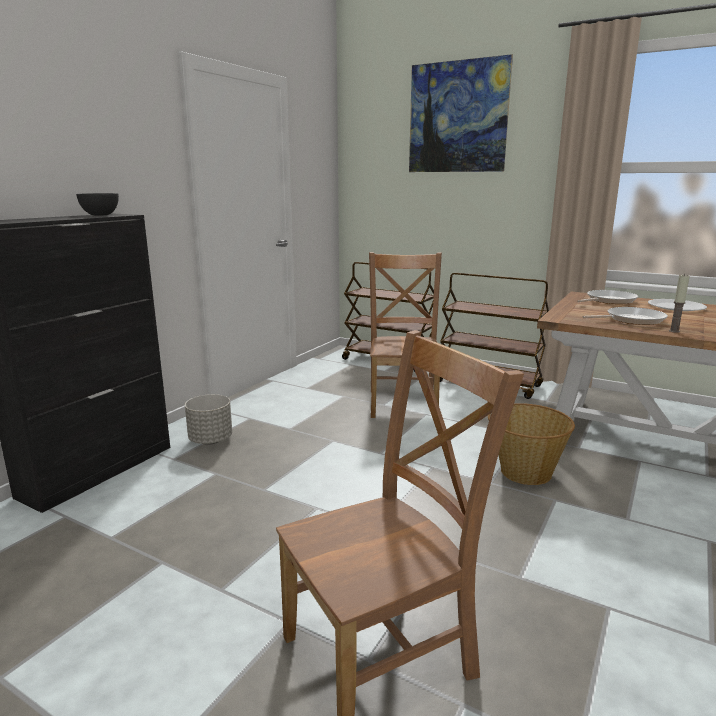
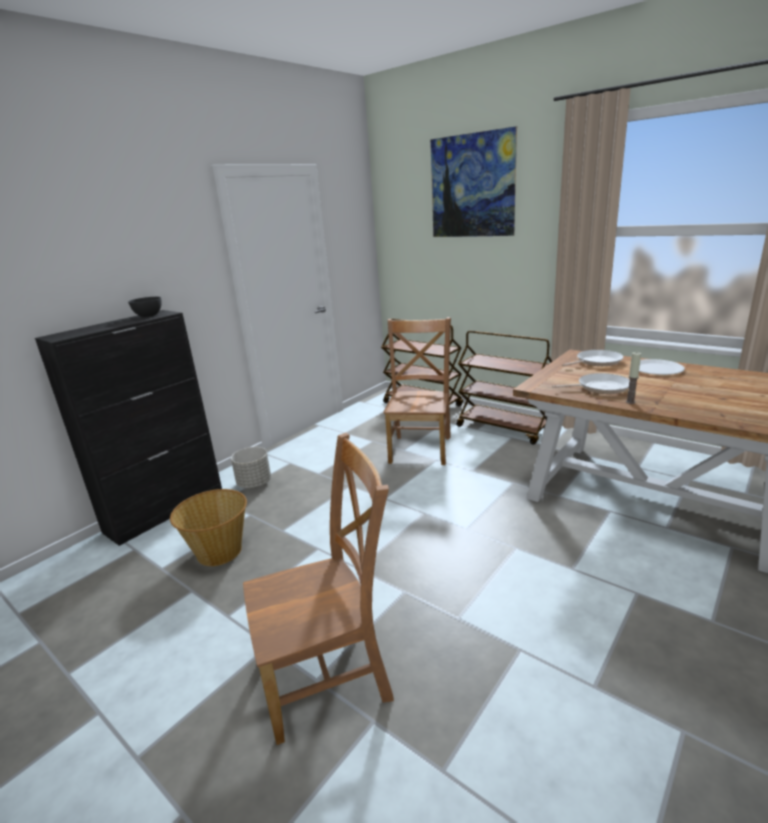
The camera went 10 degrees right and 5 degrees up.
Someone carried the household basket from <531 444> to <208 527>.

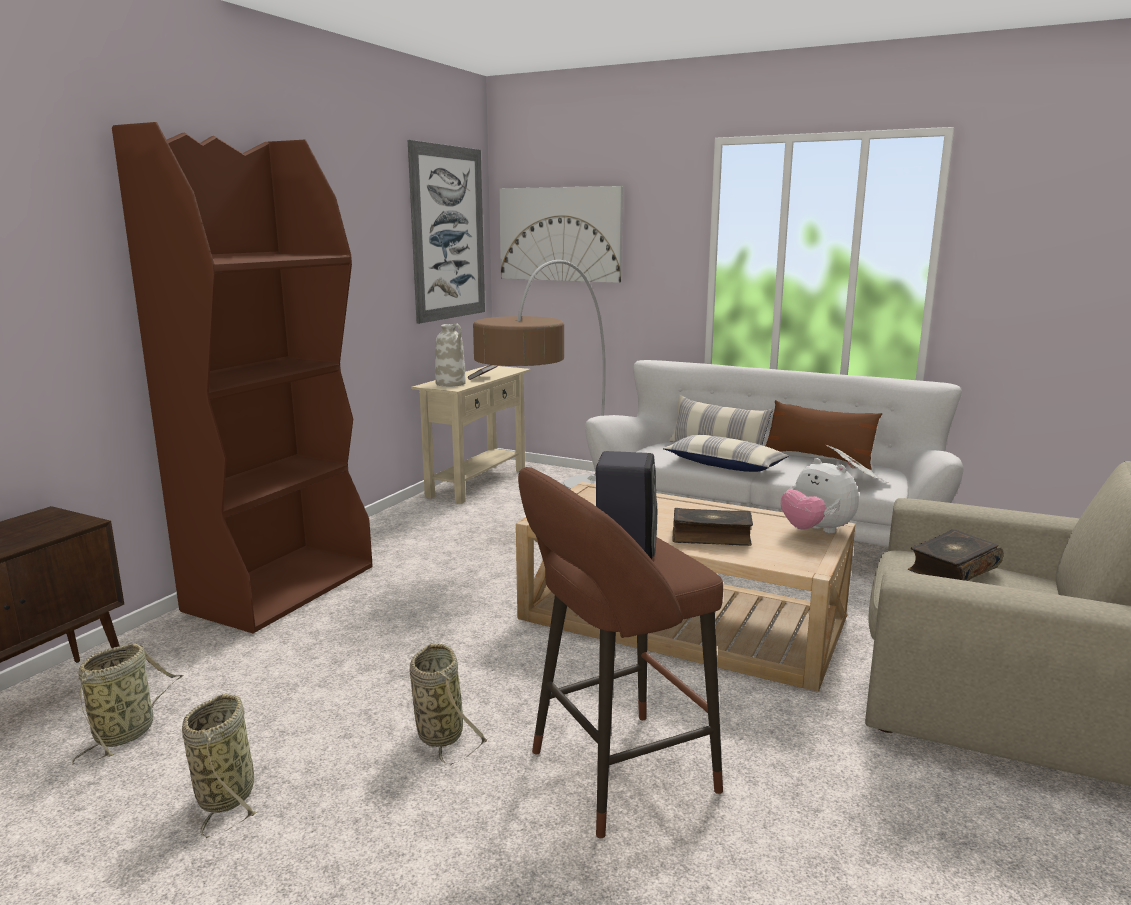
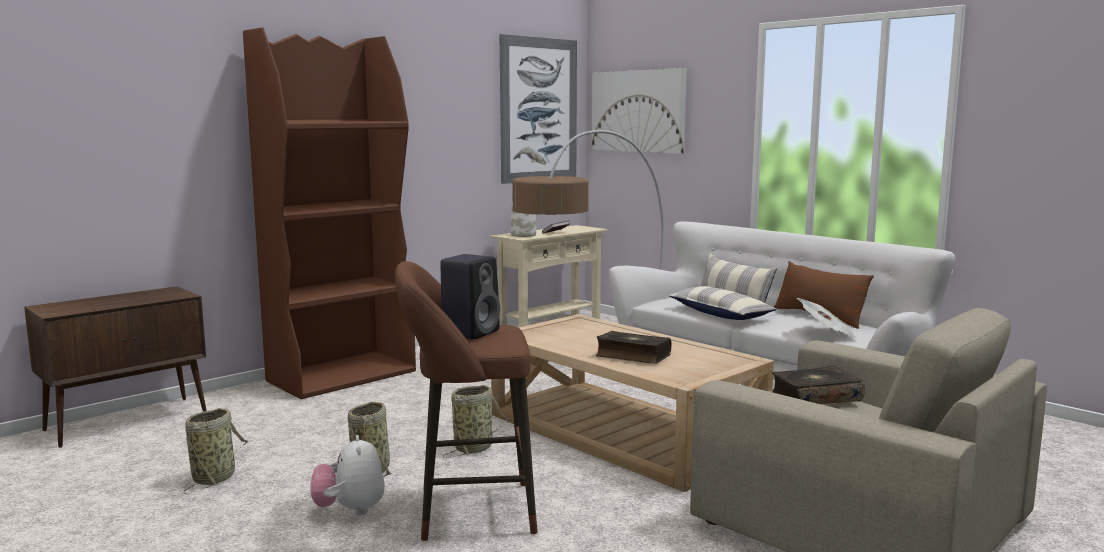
The camera went 20 degrees right and 5 degrees down.
Someone carried the cuddly toy from <820 496> to <347 475>.
Someone carried the household basket from <128 704> to <477 421>.

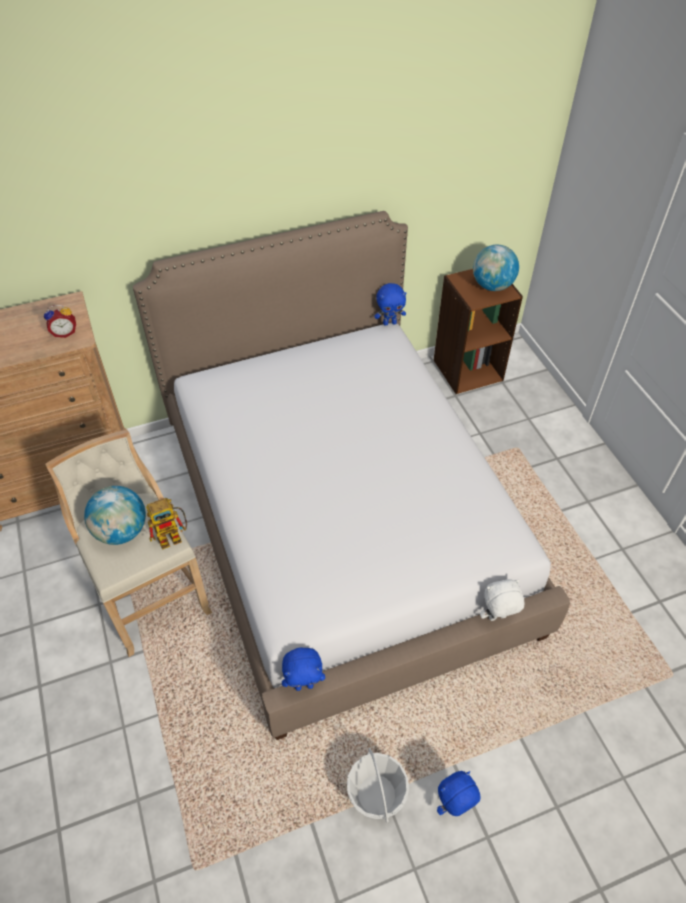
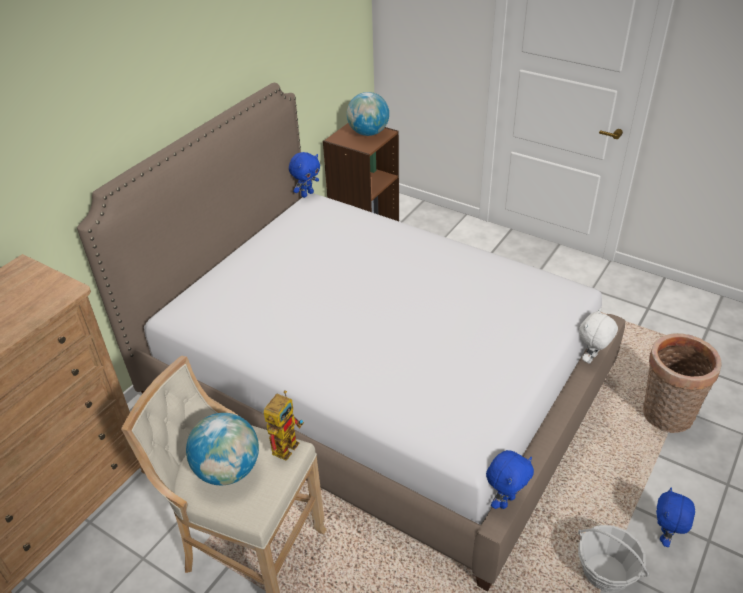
The camera went 35 degrees left and 10 degrees down.
Someone put down the household basket at <682 383>.
Someone took away the alarm clock at <60 321>.

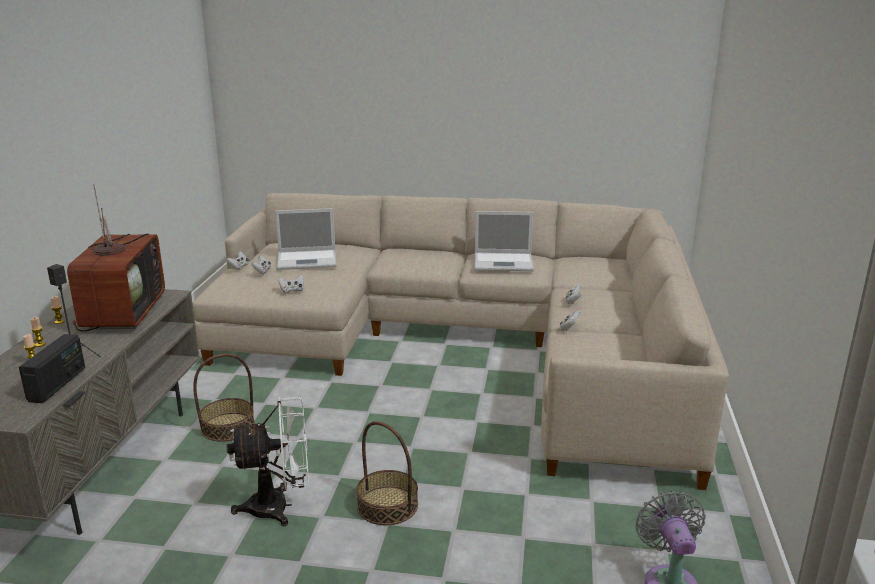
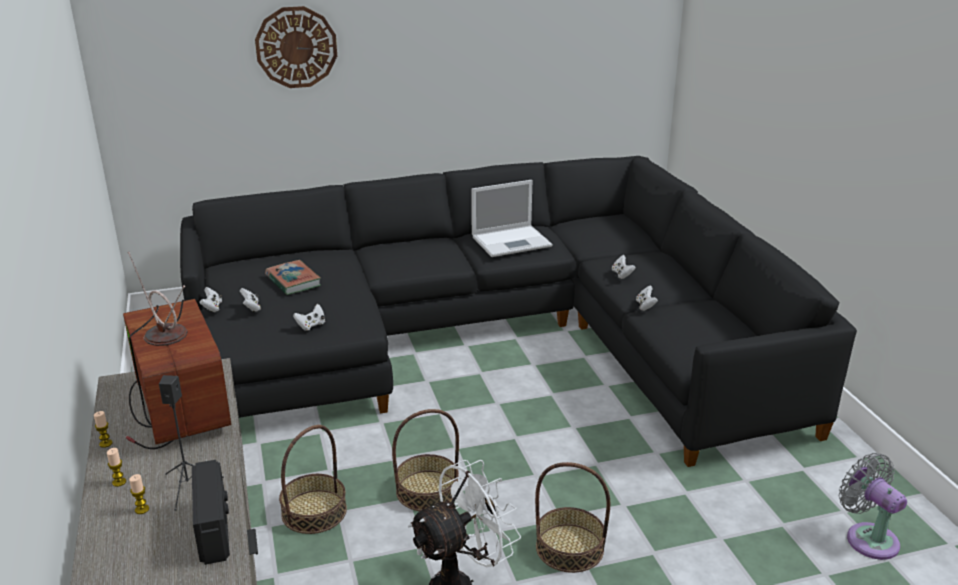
The camera went 25 degrees left and 5 degrees up.
Someone repainted the couch in beige-coloured at <461 341>, which became the couch in blackish at <518 311>.
Someone put up the clock on the wall at <296 47>.
Someone swapped the portable computer at <305 239> for the volume at <293 277>.
Someone put down the household basket at <425 460>.

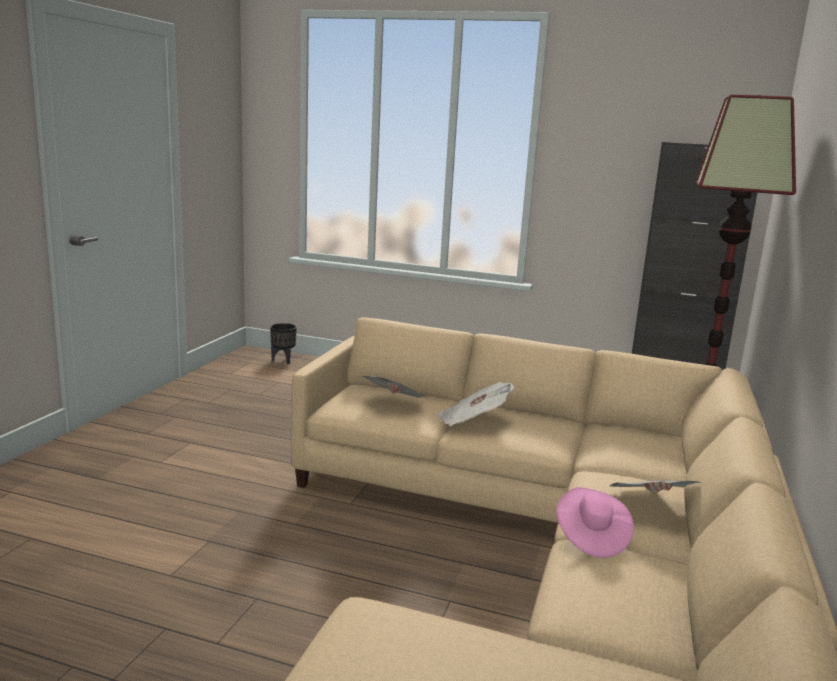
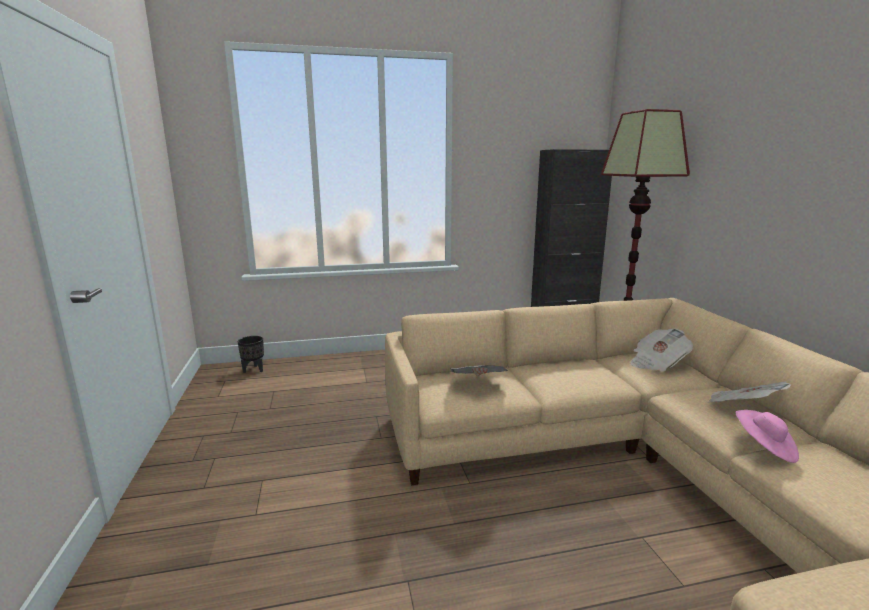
The camera went 30 degrees left and 0 degrees up.
Someone carried the newspaper from <476 404> to <661 350>.

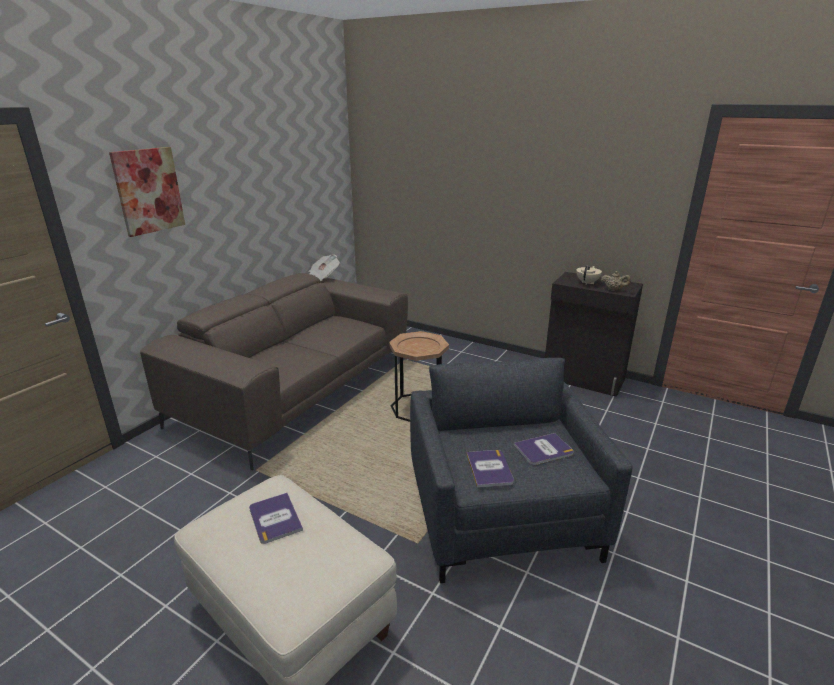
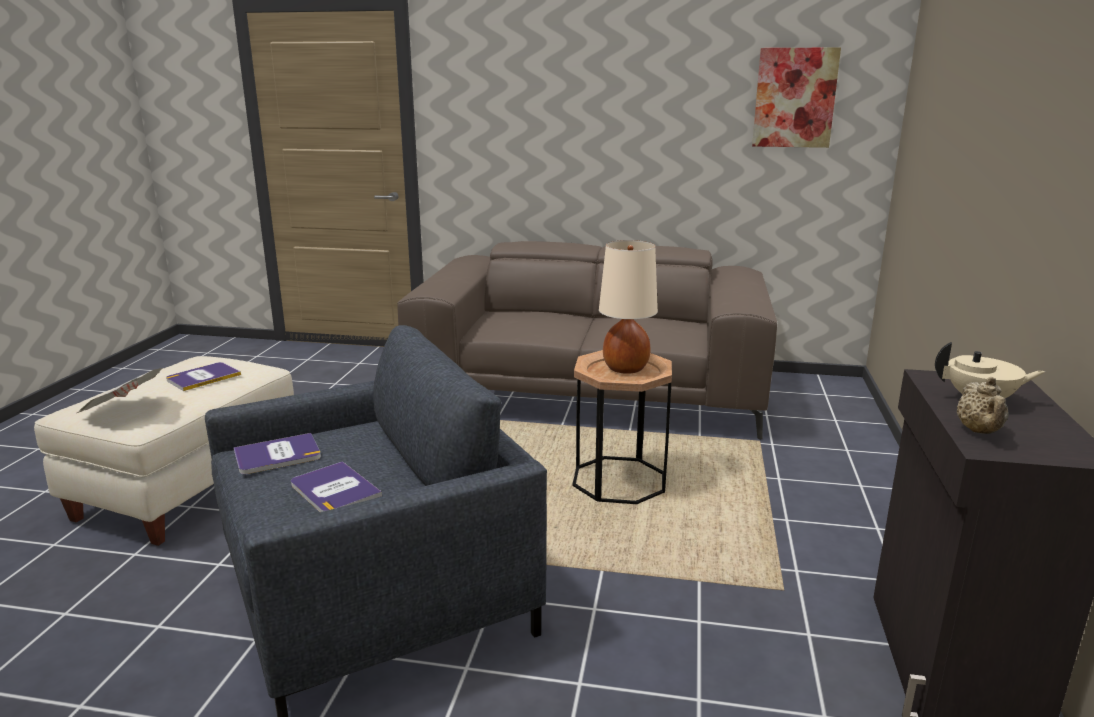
The camera went 70 degrees right and 5 degrees down.
Someone carried the newspaper from <324 267> to <120 390>.
Someone put down the lamp for a table in beige-coloured at <628 307>.
Someone carried the wall art from <147 192> to <796 97>.

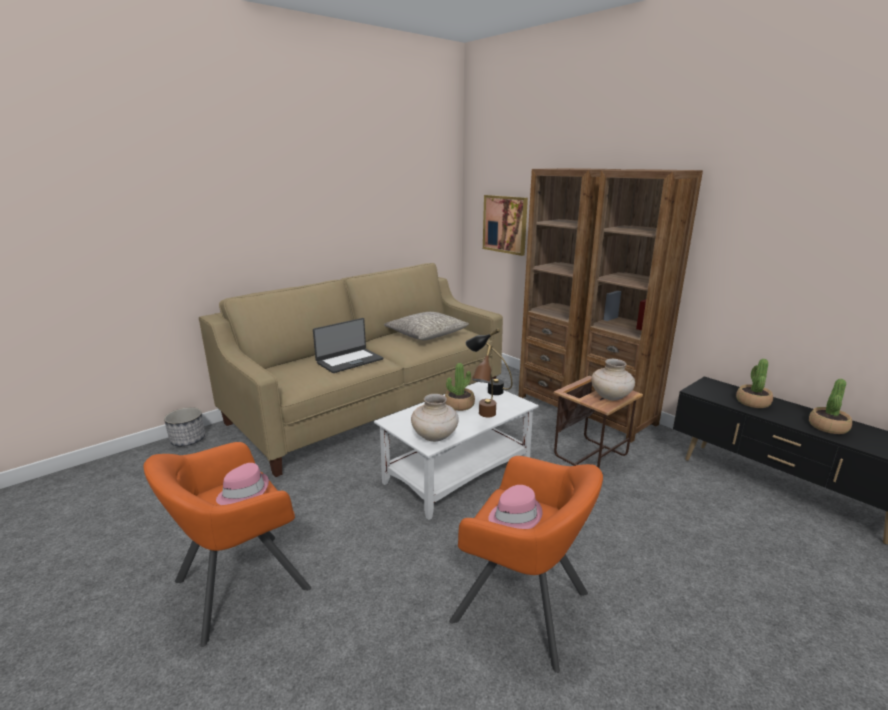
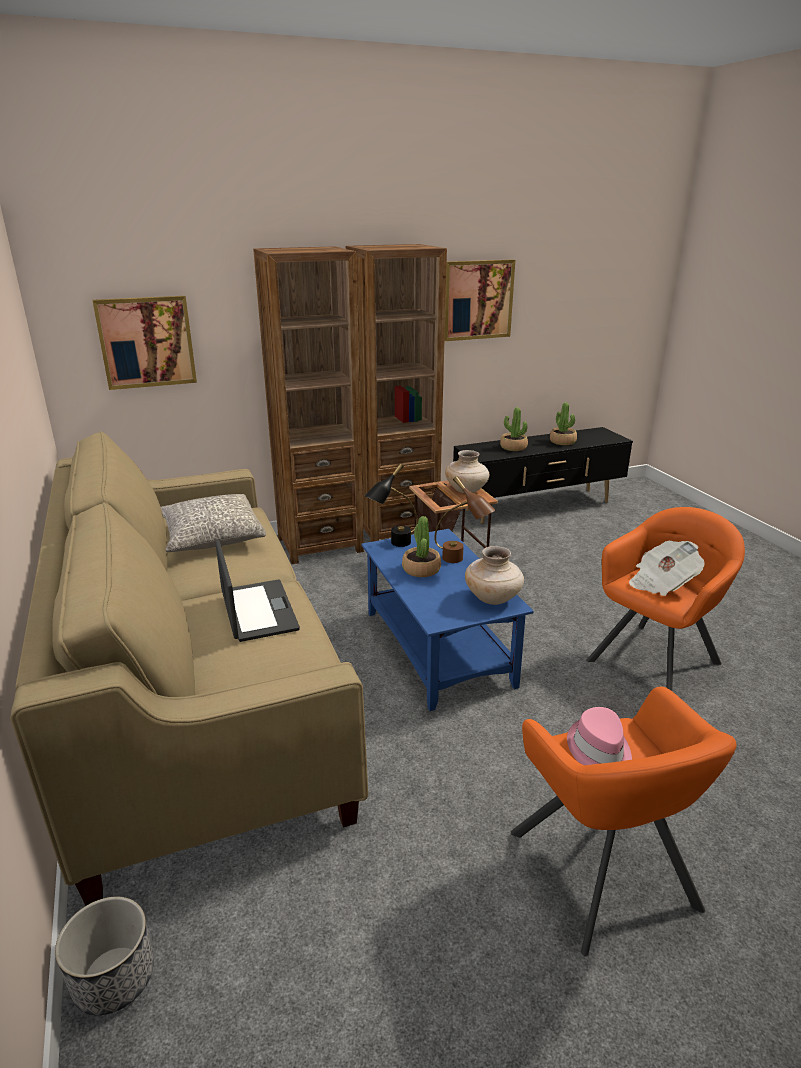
The camera went 70 degrees left and 5 degrees up.
Someone repainted the lounge table in white-coloured at <456 451>, which became the lounge table in bluish at <447 620>.
Someone put up the wall art at <479 300>.
Someone swapped the hat in pink at <515 507> for the newspaper at <667 568>.

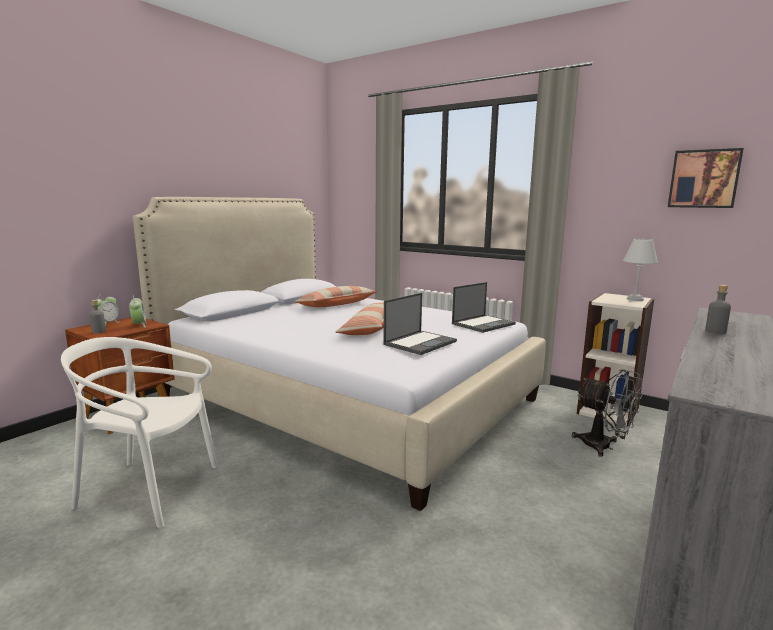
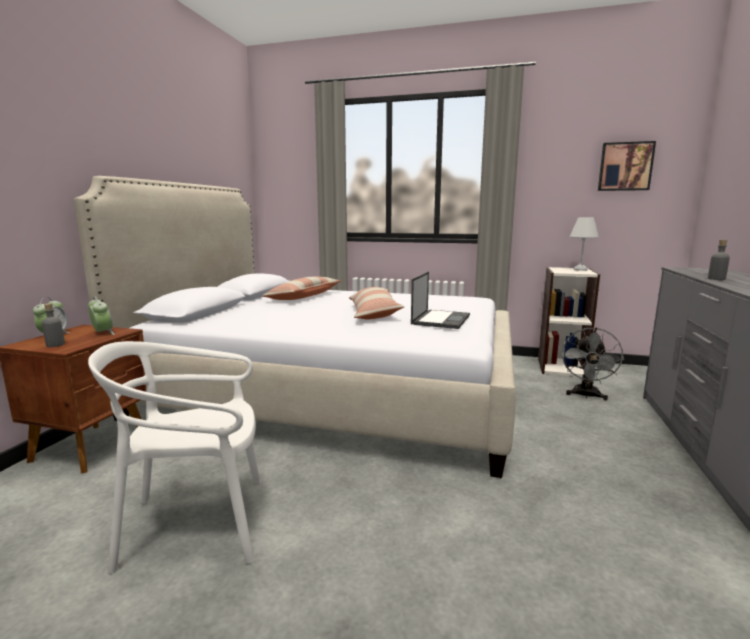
The camera went 20 degrees left and 0 degrees up.
Someone rotated the electric fan in gray at <607 413> by 90 degrees clockwise.
Someone took away the portable computer at <484 307>.

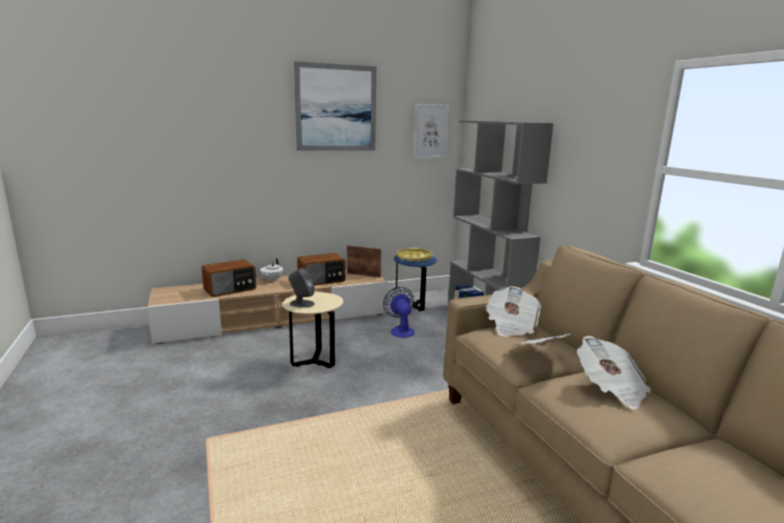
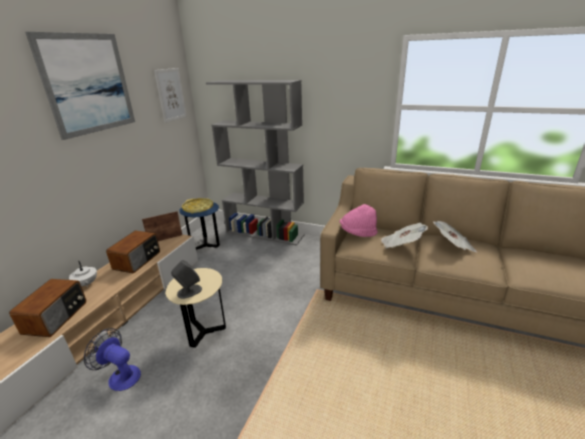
The camera went 45 degrees left and 10 degrees up.
Someone carried the electric fan from <399 312> to <112 359>.
Someone swapped the newspaper at <514 311> for the hat in pink at <359 220>.

